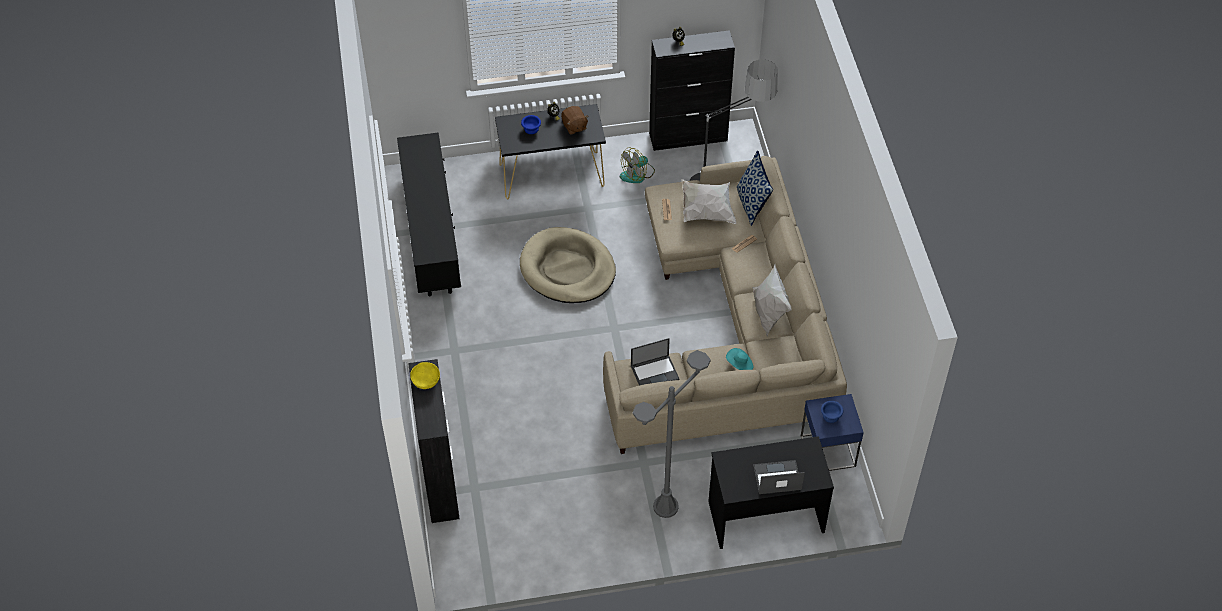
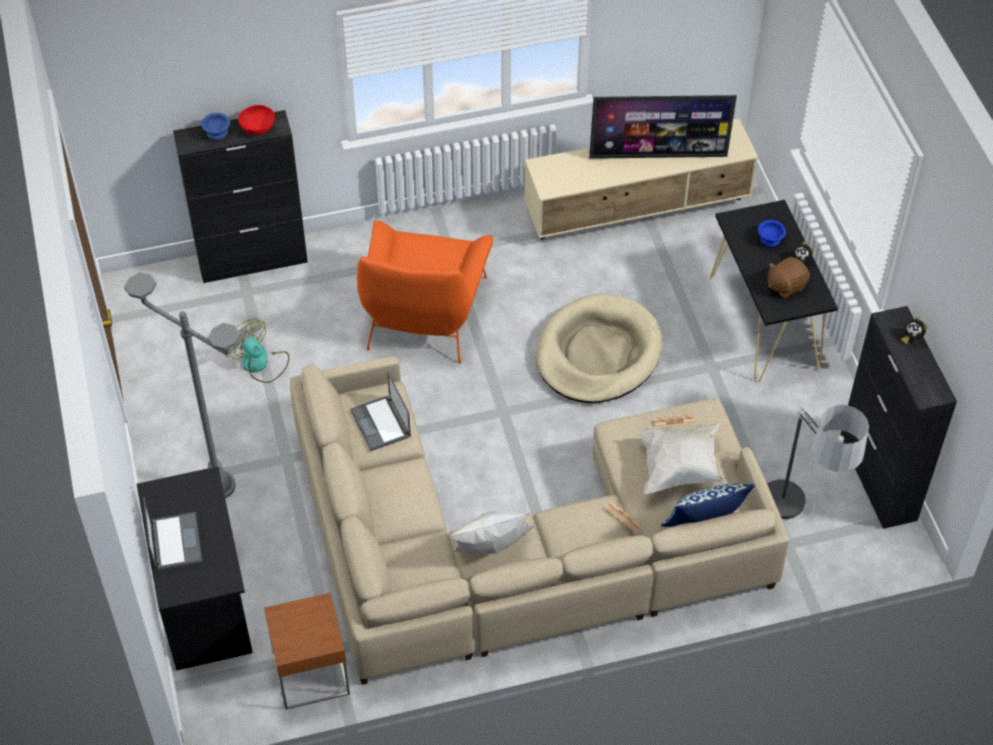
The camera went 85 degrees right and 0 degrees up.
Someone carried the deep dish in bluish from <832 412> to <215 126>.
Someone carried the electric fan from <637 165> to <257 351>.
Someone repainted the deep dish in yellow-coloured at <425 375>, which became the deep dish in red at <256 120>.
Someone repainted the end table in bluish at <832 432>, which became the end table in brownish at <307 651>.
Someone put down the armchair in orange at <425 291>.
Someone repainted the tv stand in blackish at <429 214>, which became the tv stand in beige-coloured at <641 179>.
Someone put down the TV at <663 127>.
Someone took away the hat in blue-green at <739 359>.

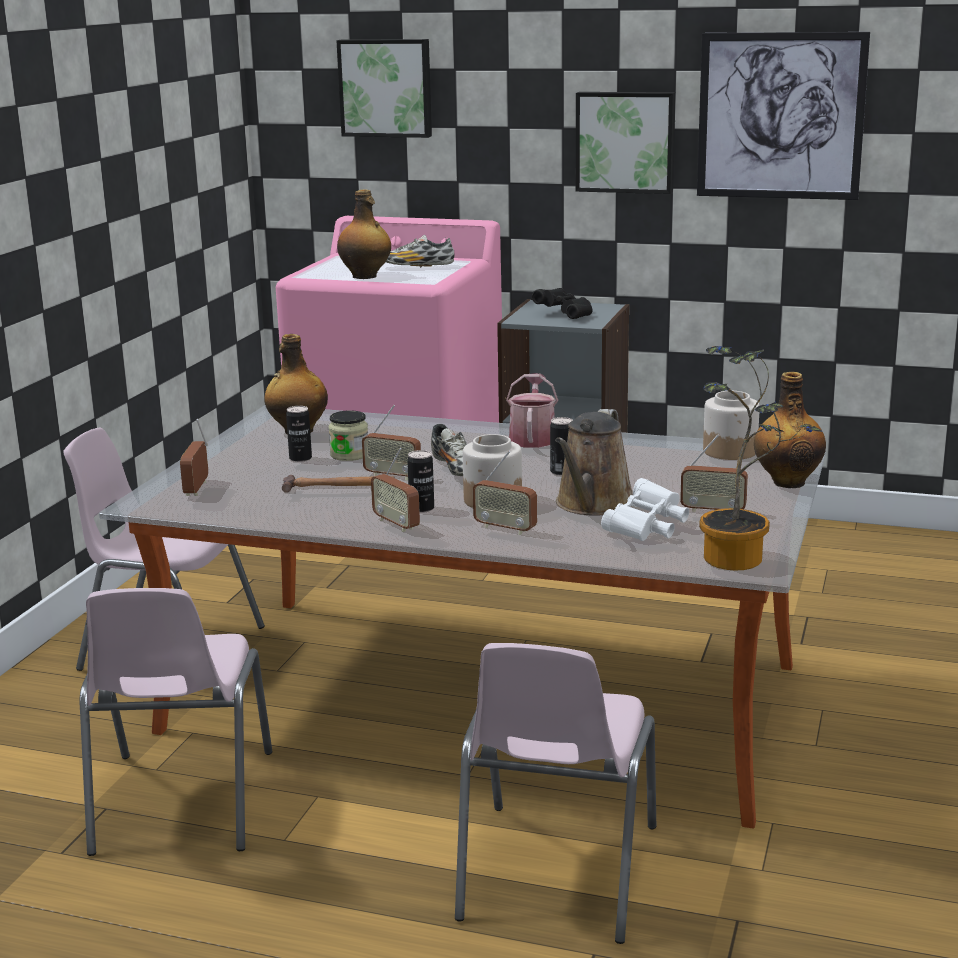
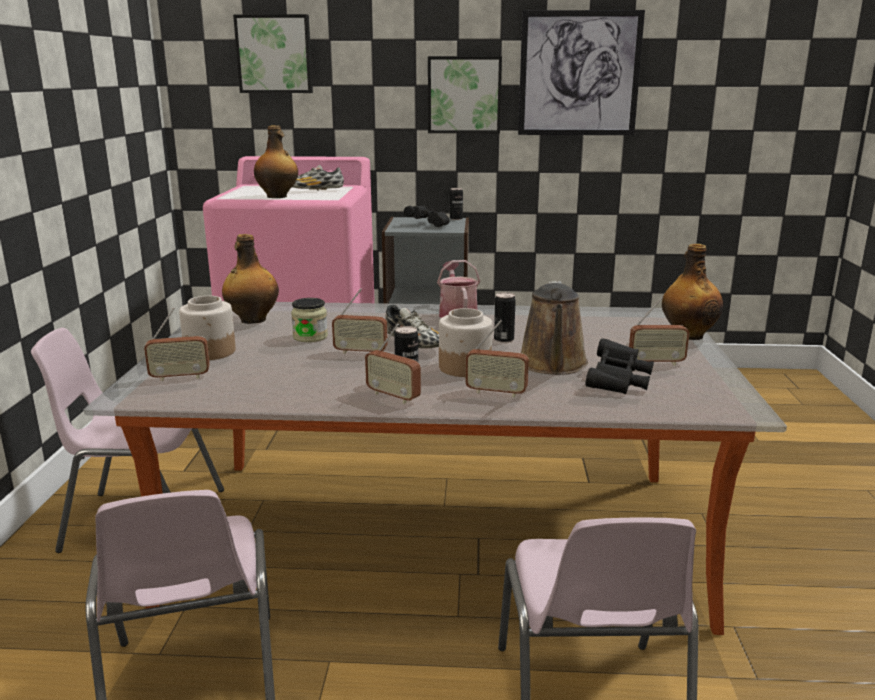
The camera went 15 degrees left and 0 degrees up.
Someone rotated the radio at <194 457> by 90 degrees counterclockwise.
Someone carried the jar from <731 425> to <207 328>.
Someone carried the sealed can from <299 434> to <456 204>.
Someone repainted the pair of binoculars in white-coloured at <645 509>, which became the pair of binoculars in blackish at <619 366>.
Someone took away the hand hammer at <338 484>.
Someone took away the potted plant at <761 458>.

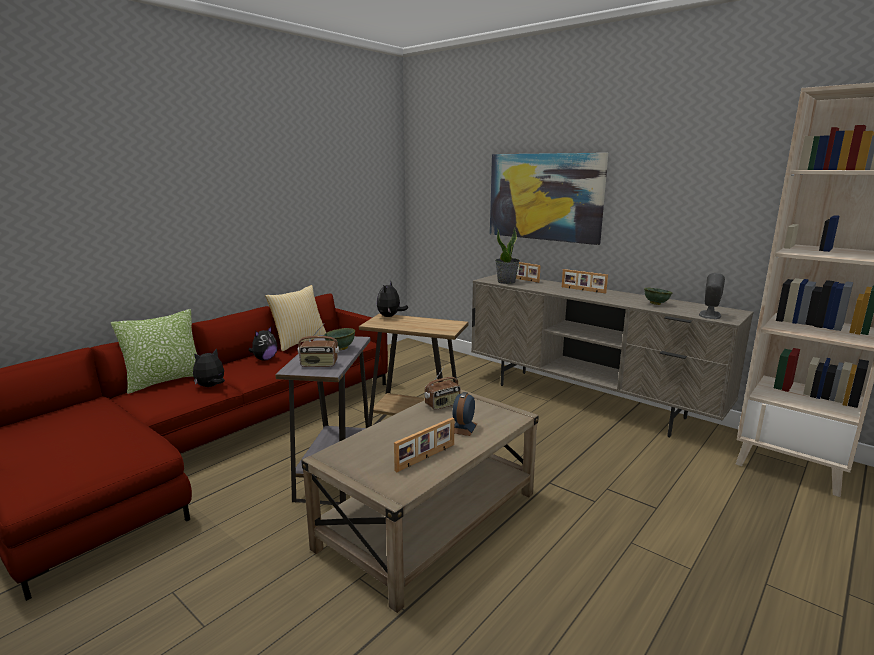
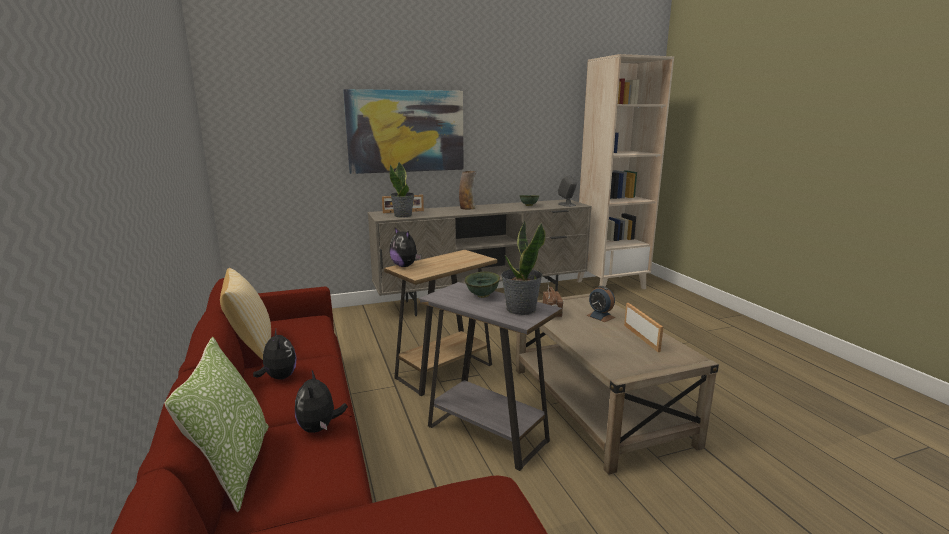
The camera went 60 degrees left and 0 degrees up.
Someone swapped the standing frame at <585 281> for the vase at <467 190>.
Someone swapped the radio at <318 345> for the potted plant at <523 267>.

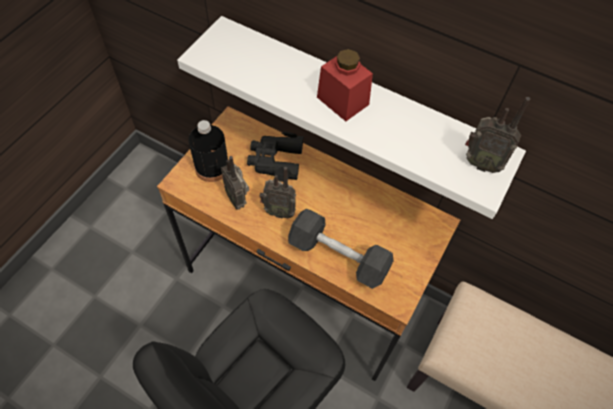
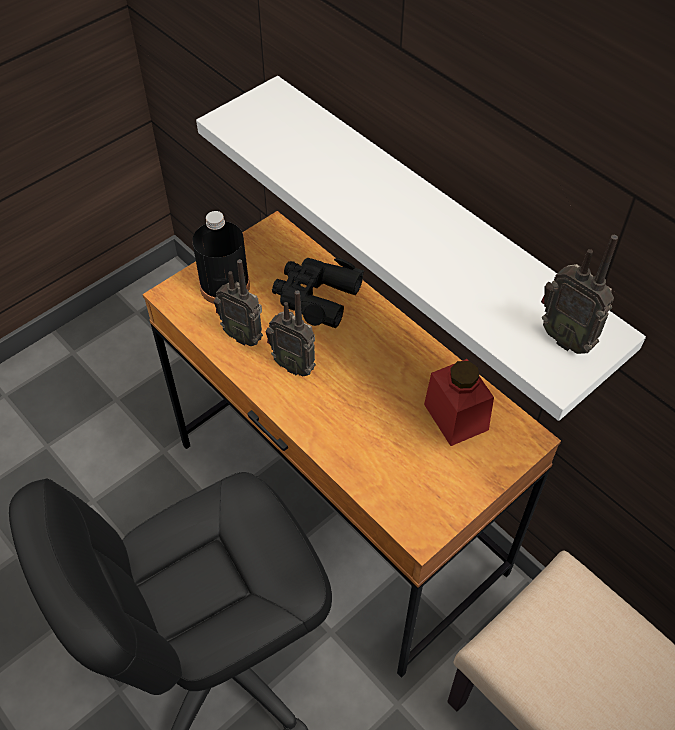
The camera went 20 degrees right and 5 degrees down.
Someone rotated the radio at <235 183> by 45 degrees counterclockwise.
Someone carried the jar in red from <345 85> to <459 402>.
Someone took away the hand weight in blackish at <341 249>.

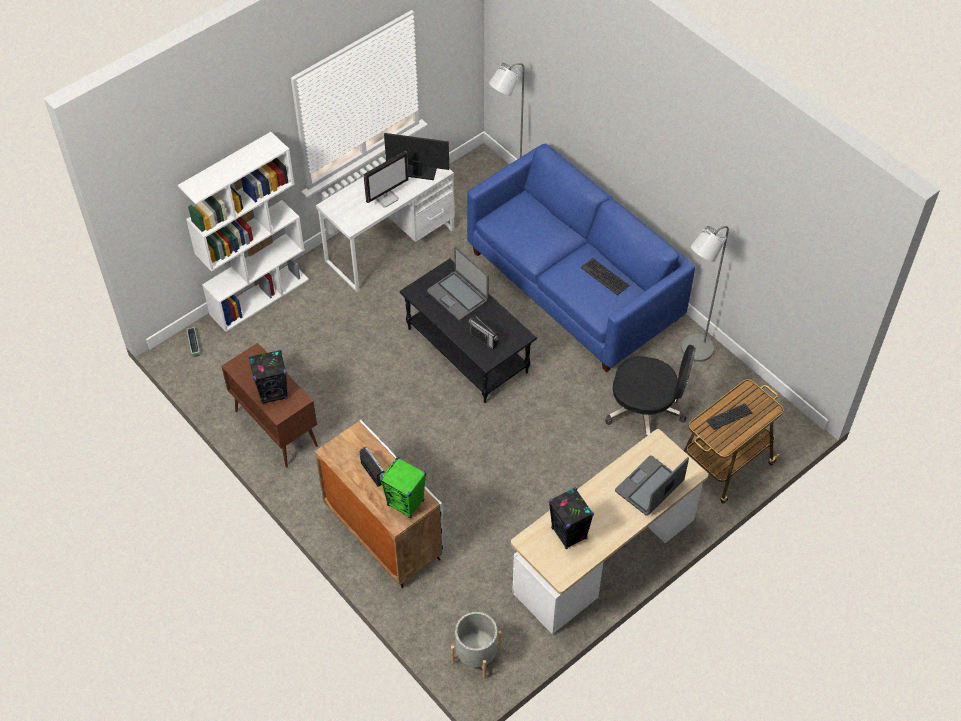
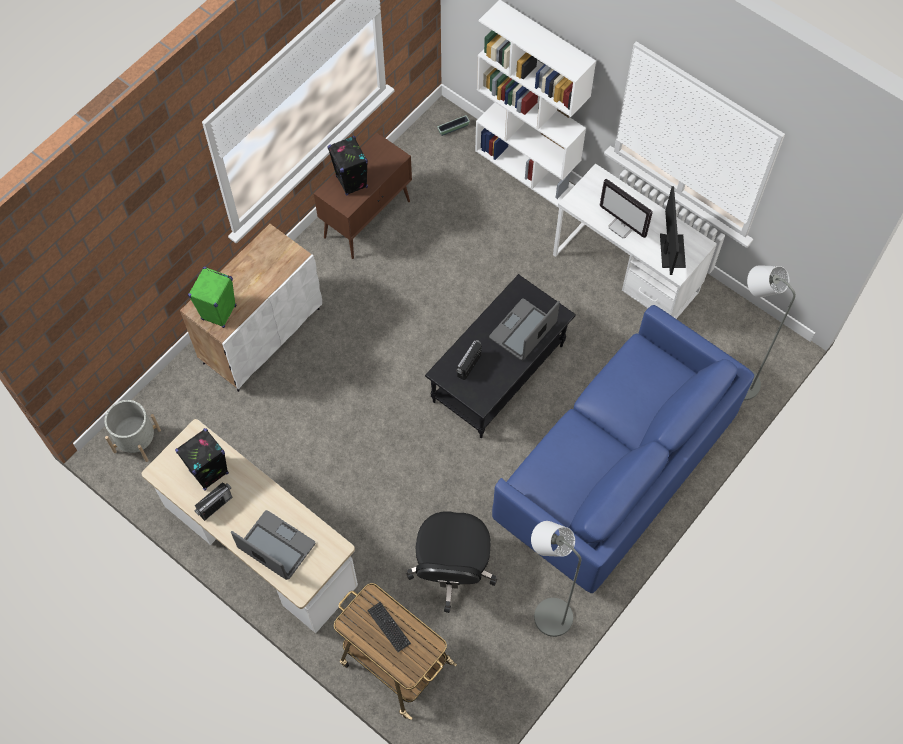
The camera went 80 degrees right and 10 degrees up.
Someone carried the radio from <372 467> to <213 501>.
Someone took away the computer keyboard at <605 276>.

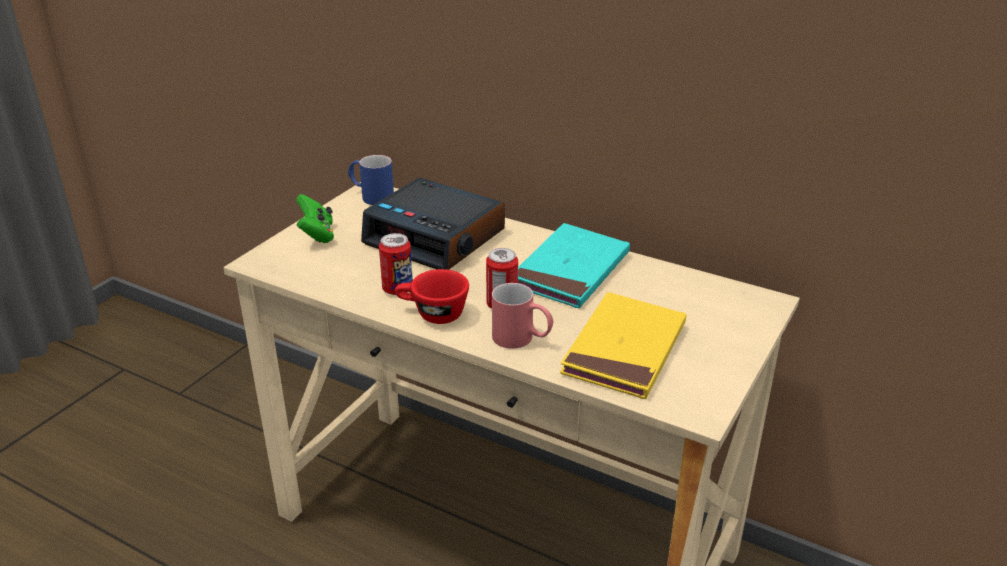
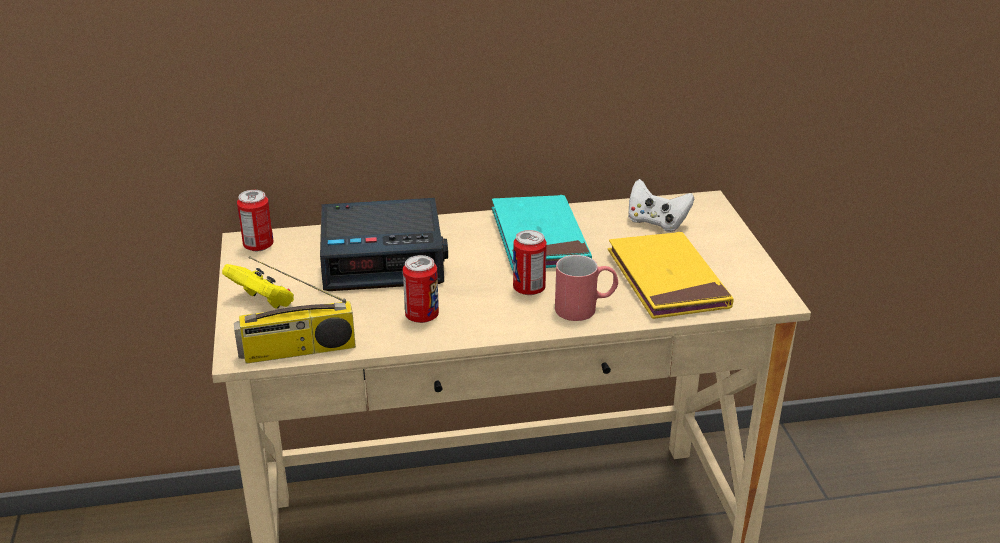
The camera went 40 degrees left and 0 degrees up.
Someone repainted the gamepad in green-coloured at <315 218>, which became the gamepad in yellow-coloured at <258 286>.
Someone put down the radio at <295 310>.
Someone swapped the mug in bluish at <371 180> for the sealed can at <255 220>.
Someone put down the gamepad in white-coloured at <661 205>.
Someone took away the small cup in red at <432 296>.

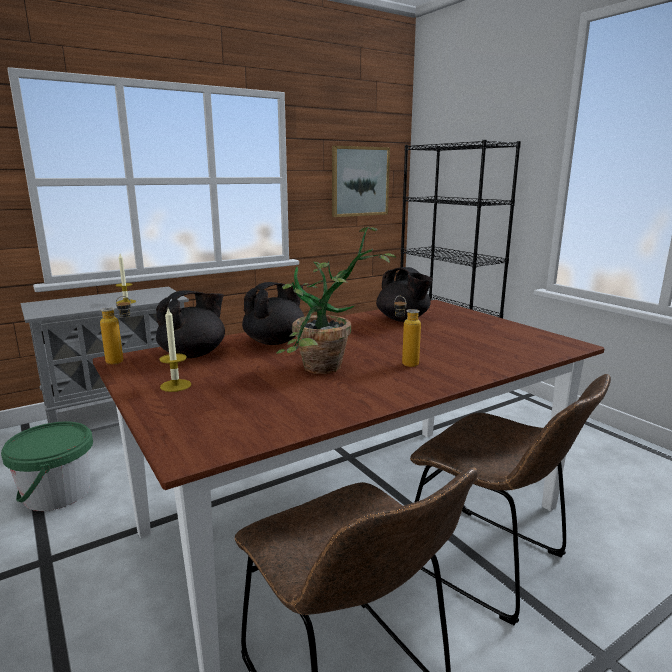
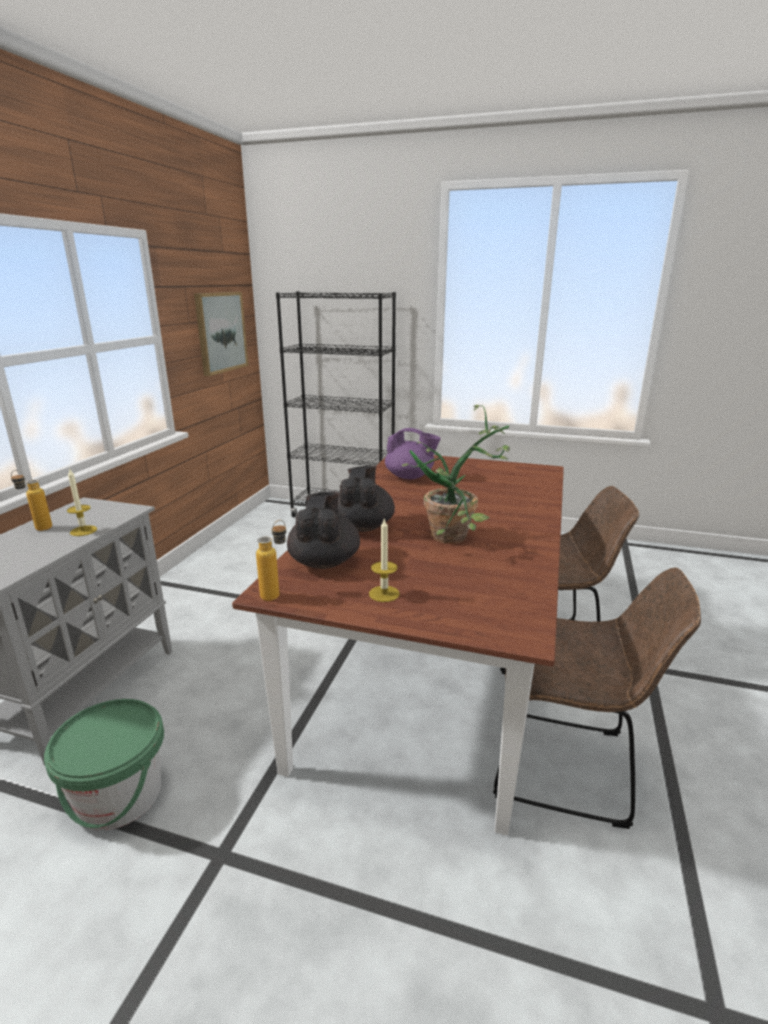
The camera went 40 degrees left and 5 degrees up.
Someone carried the beverage bottle from <407 331> to <31 500>.
Someone repainted the tea pot in blackish at <404 294>, which became the tea pot in purplish at <413 453>.

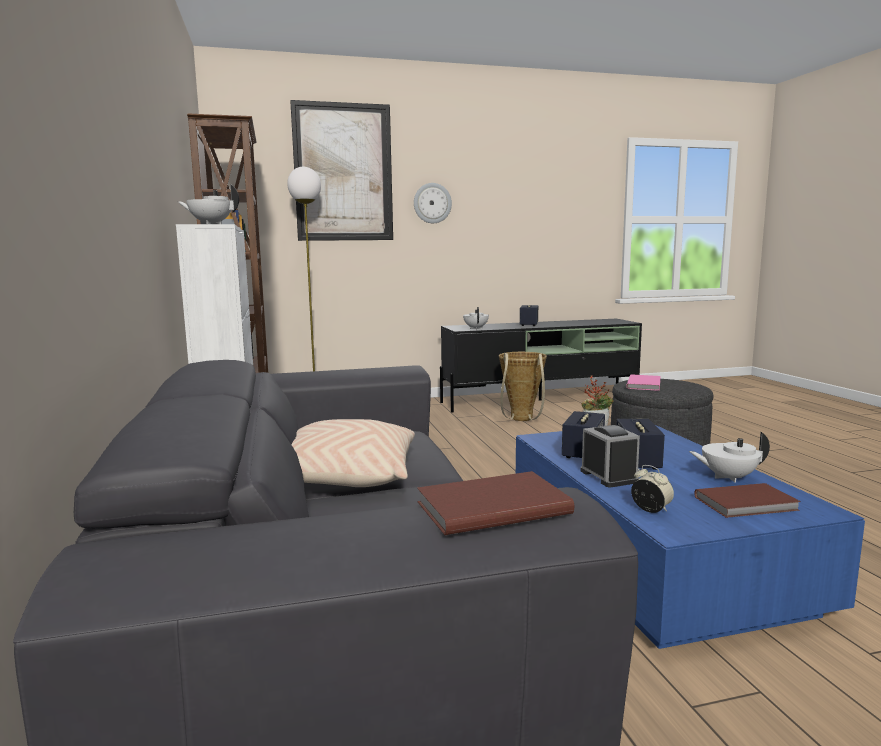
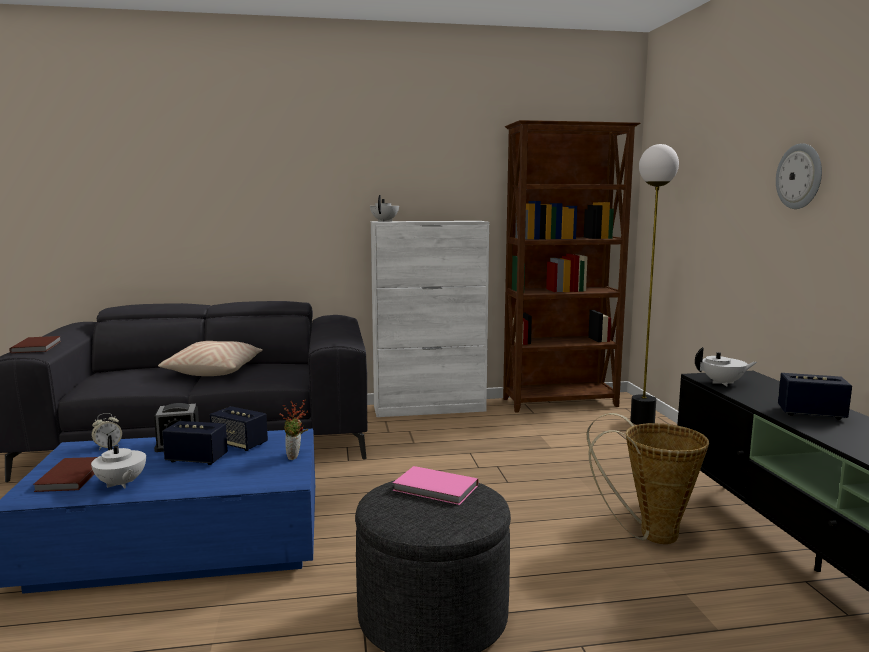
The camera went 95 degrees right and 0 degrees up.
Someone rotated the tea pot in white-coloured at <729 457> by 135 degrees clockwise.
Someone took away the wall art at <341 170>.

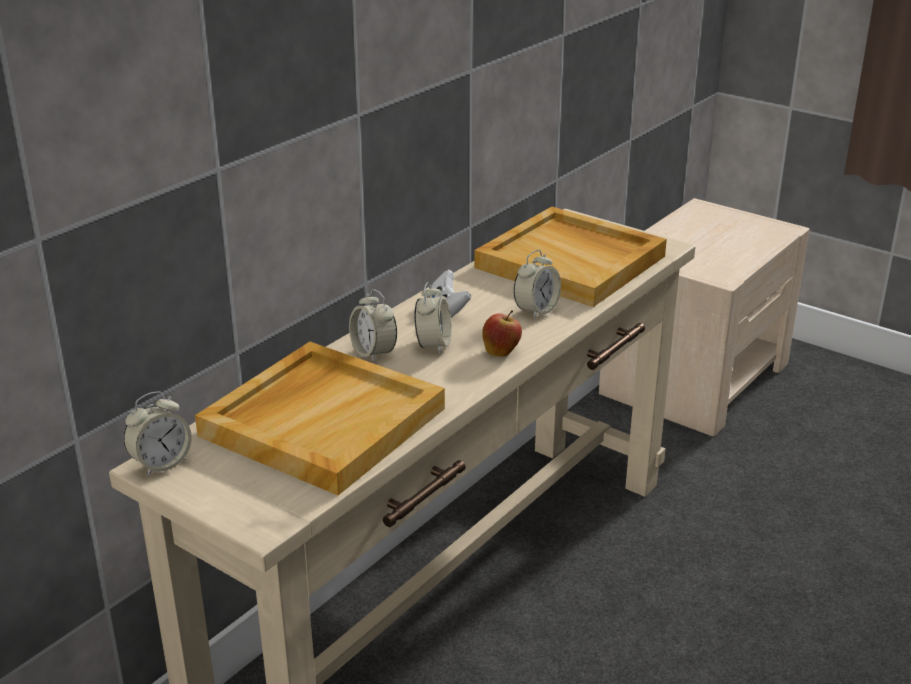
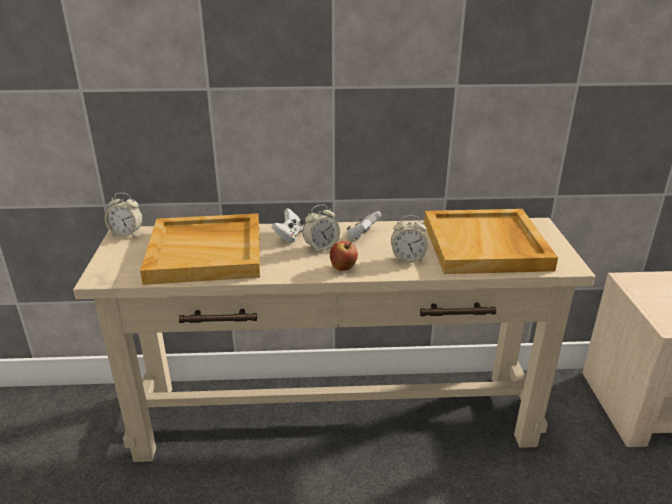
The camera went 50 degrees right and 0 degrees up.
Someone swapped the alarm clock at <373 326> for the gamepad in white-coloured at <288 225>.

